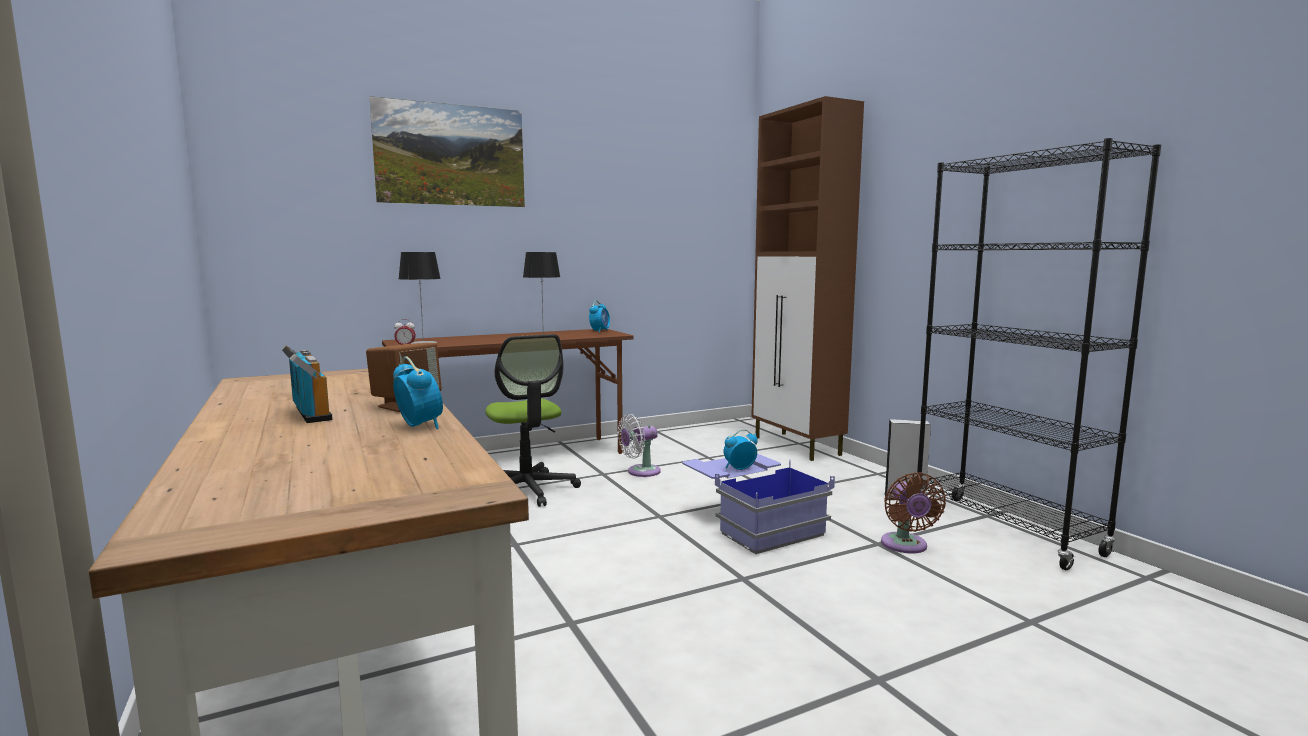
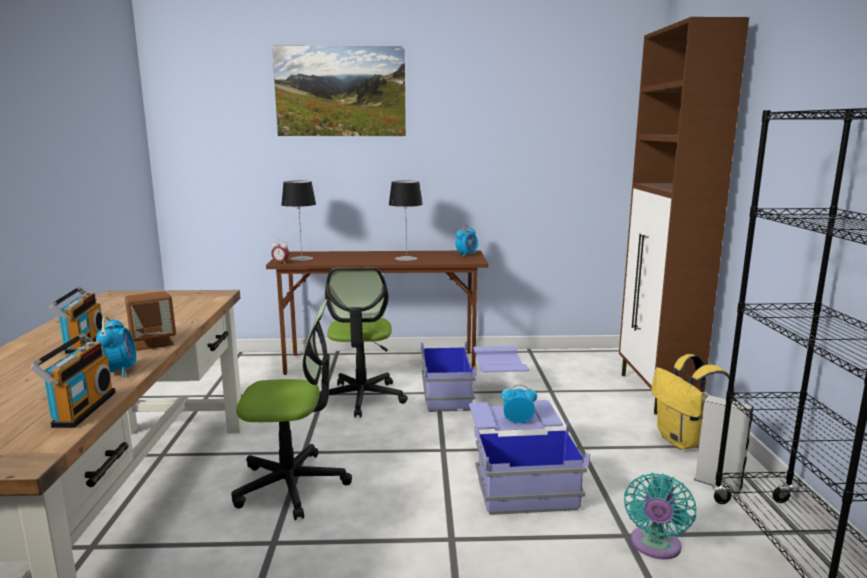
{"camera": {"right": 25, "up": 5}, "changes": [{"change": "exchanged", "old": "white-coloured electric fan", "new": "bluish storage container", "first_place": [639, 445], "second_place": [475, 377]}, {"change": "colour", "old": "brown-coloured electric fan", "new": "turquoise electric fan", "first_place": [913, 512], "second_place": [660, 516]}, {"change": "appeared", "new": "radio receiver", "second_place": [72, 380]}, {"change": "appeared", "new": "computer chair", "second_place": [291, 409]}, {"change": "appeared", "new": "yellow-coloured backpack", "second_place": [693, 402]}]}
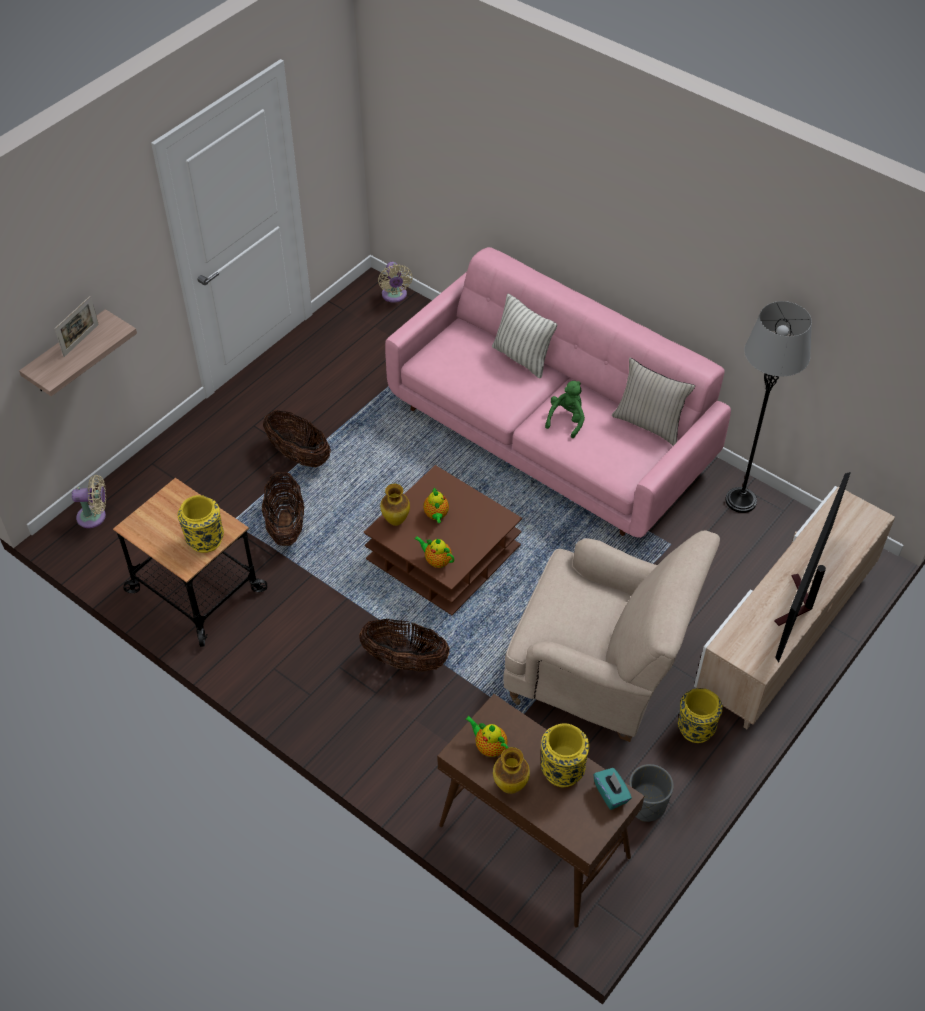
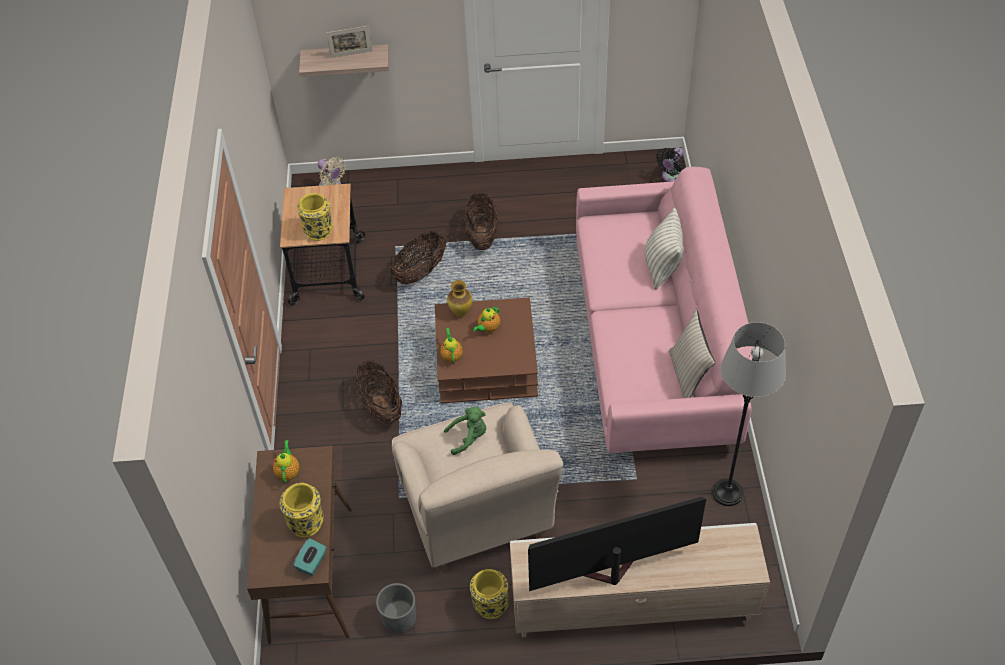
{"camera": {"right": 50, "up": 0}, "changes": [{"change": "colour", "old": "sand-coloured electric fan", "new": "black-coloured electric fan", "first_place": [395, 282], "second_place": [670, 164]}, {"change": "missing", "old": "vase", "first_place": [511, 770]}, {"change": "relocated", "old": "greenish soft toy", "first_place": [565, 409], "second_place": [465, 431]}]}
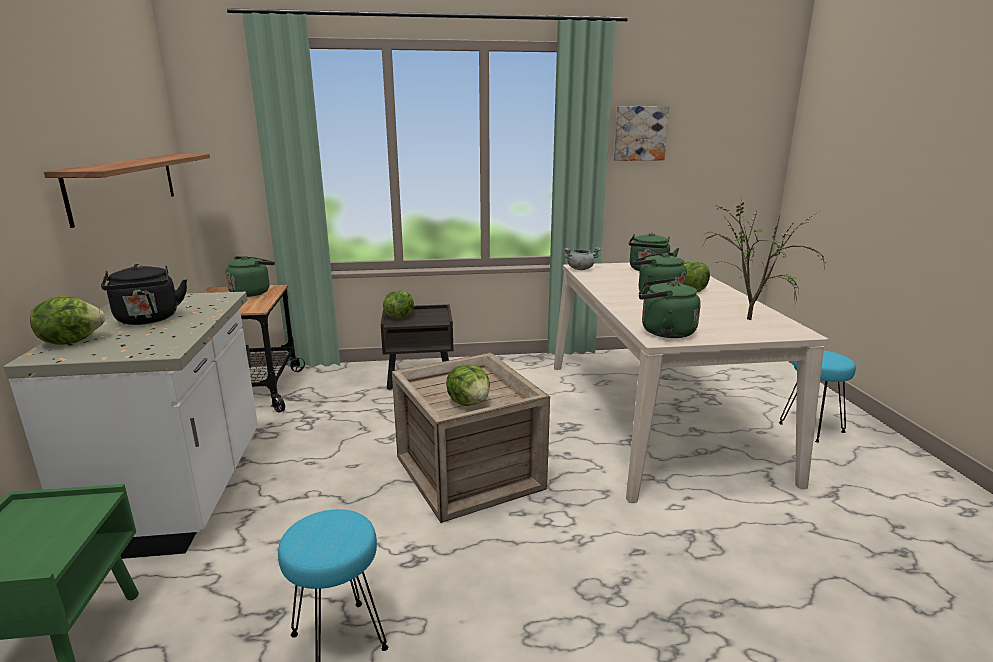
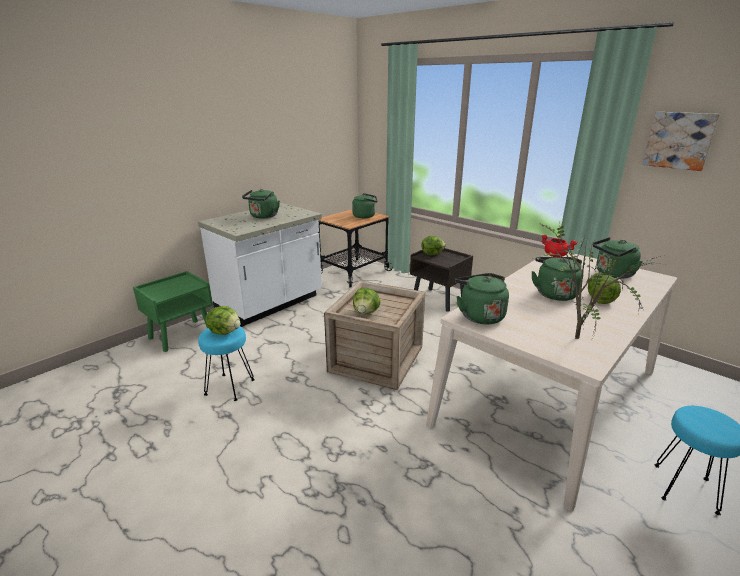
{"camera": {"right": 50, "up": 5}, "changes": [{"change": "relocated", "old": "lettuce", "first_place": [67, 320], "second_place": [223, 320]}, {"change": "missing", "old": "wall shelf", "first_place": [127, 191]}, {"change": "colour", "old": "black-coloured tea kettle", "new": "greenish tea kettle", "first_place": [144, 294], "second_place": [261, 204]}, {"change": "colour", "old": "greyish cooking pot", "new": "red-coloured cooking pot", "first_place": [582, 258], "second_place": [559, 246]}]}
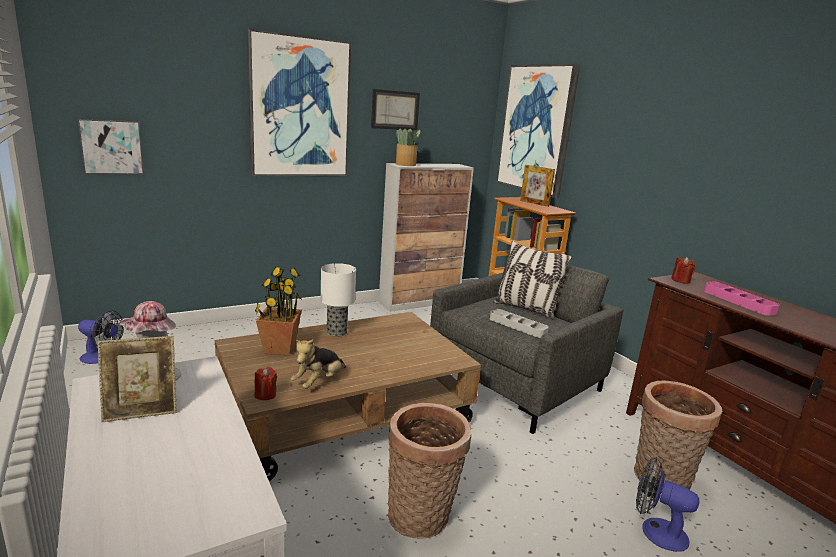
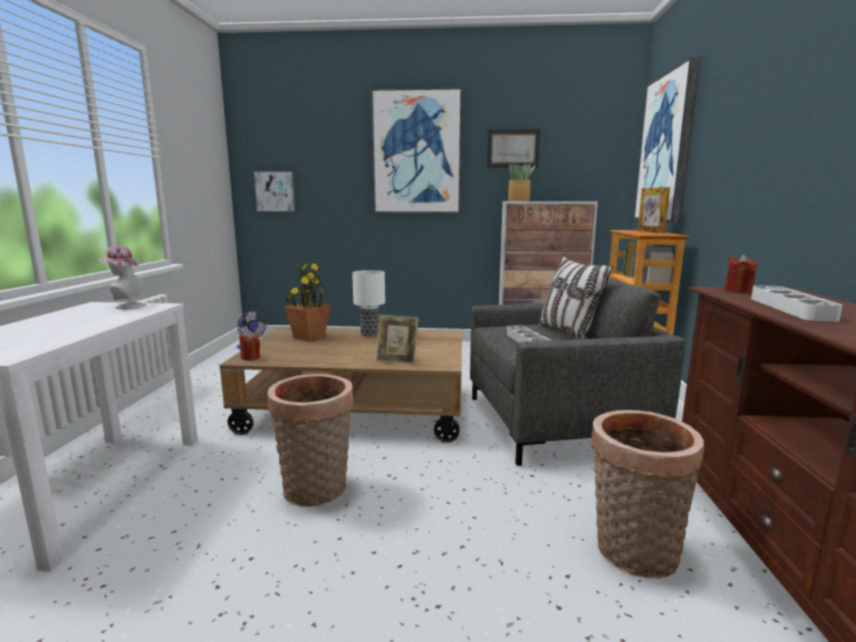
{"camera": {"right": 35, "up": -5}, "changes": [{"change": "relocated", "old": "standing frame", "first_place": [137, 379], "second_place": [397, 340]}, {"change": "missing", "old": "soft toy", "first_place": [318, 364]}, {"change": "missing", "old": "electric fan", "first_place": [667, 504]}, {"change": "colour", "old": "pink-coloured tray", "new": "white-coloured tray", "first_place": [742, 299], "second_place": [796, 303]}]}
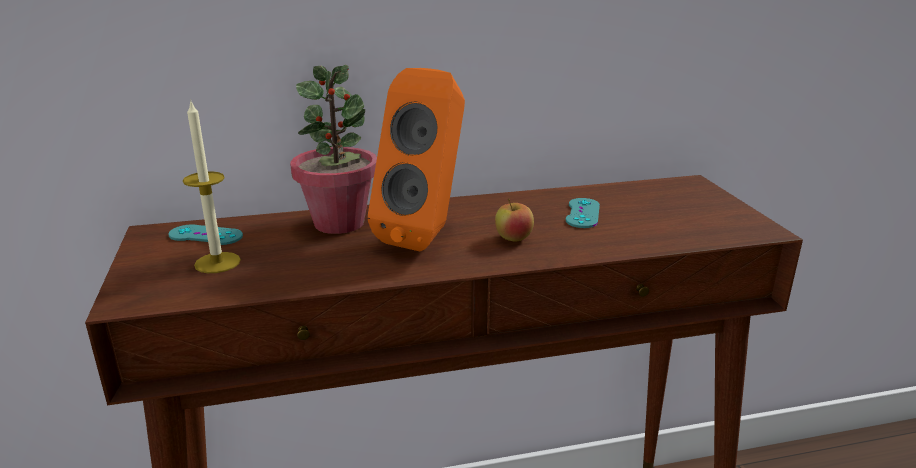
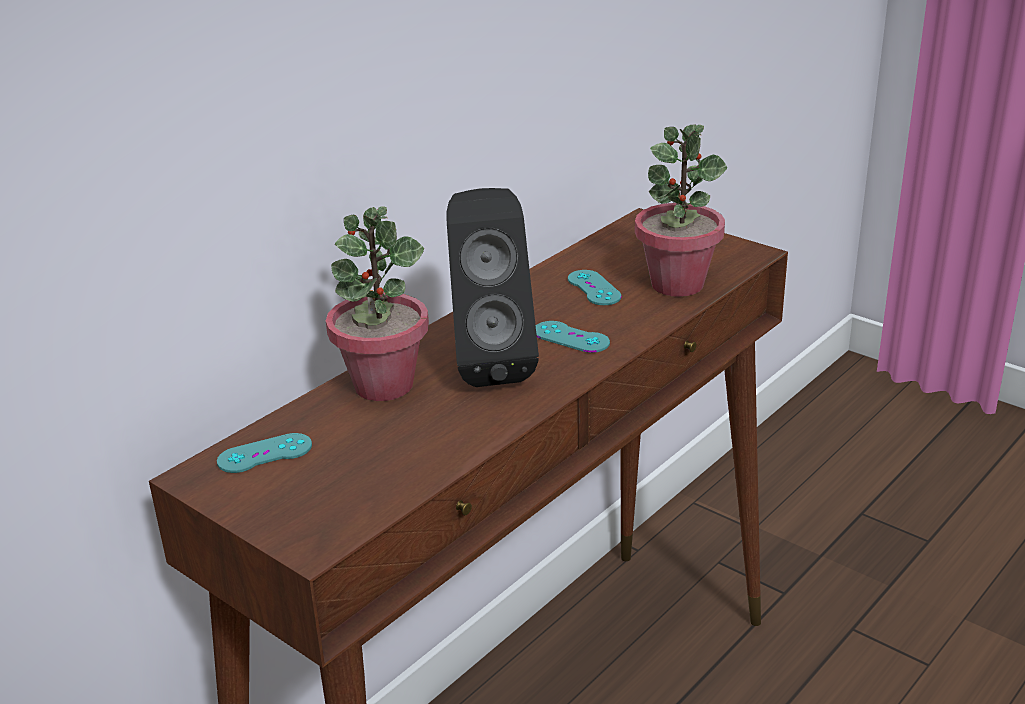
{"camera": {"right": -35, "up": 5}, "changes": [{"change": "missing", "old": "wax candle", "first_place": [212, 186]}, {"change": "colour", "old": "orange-coloured audio speaker", "new": "black-coloured audio speaker", "first_place": [416, 159], "second_place": [492, 287]}, {"change": "exchanged", "old": "apple", "new": "turquoise gamepad", "first_place": [514, 220], "second_place": [573, 337]}, {"change": "appeared", "new": "houseplant", "second_place": [681, 211]}]}
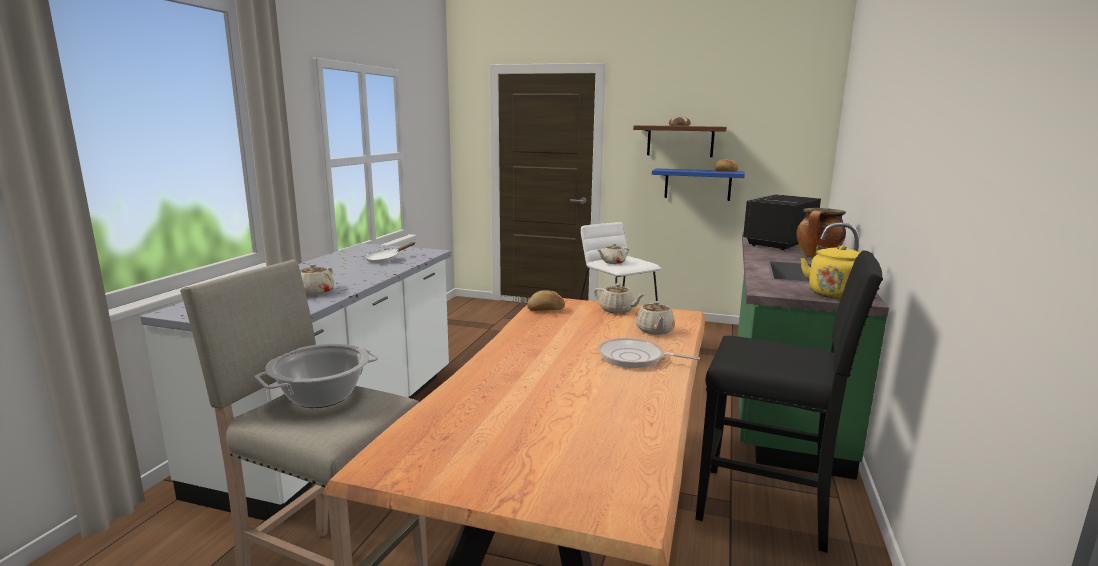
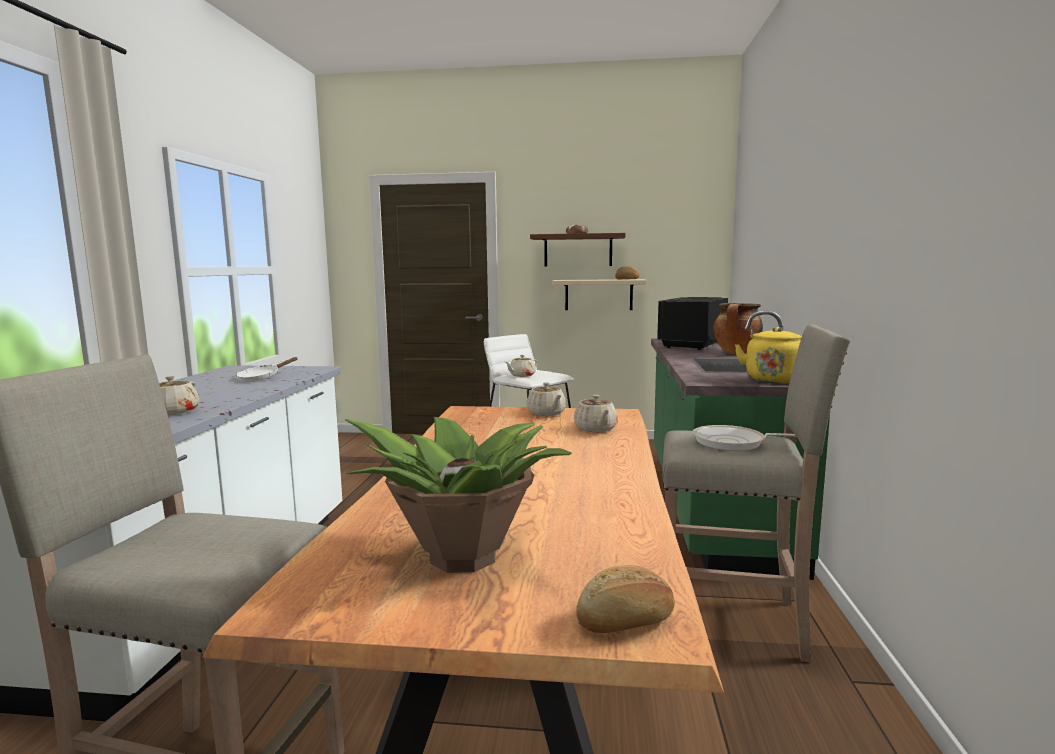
{"camera": {"right": -10, "up": -5}, "changes": [{"change": "missing", "old": "cooking pot", "first_place": [316, 376]}, {"change": "relocated", "old": "bread", "first_place": [546, 300], "second_place": [625, 599]}, {"change": "spun", "old": "sand-coloured teapot", "first_place": [620, 298], "second_place": [546, 399], "degrees": 45}, {"change": "relocated", "old": "frying pan", "first_place": [648, 353], "second_place": [744, 438]}, {"change": "colour", "old": "bluish wall shelf", "new": "sand-coloured wall shelf", "first_place": [698, 184], "second_place": [599, 294]}, {"change": "colour", "old": "black-coloured stool seat", "new": "sand-coloured stool seat", "first_place": [789, 402], "second_place": [756, 493]}, {"change": "appeared", "new": "houseplant", "second_place": [458, 495]}]}
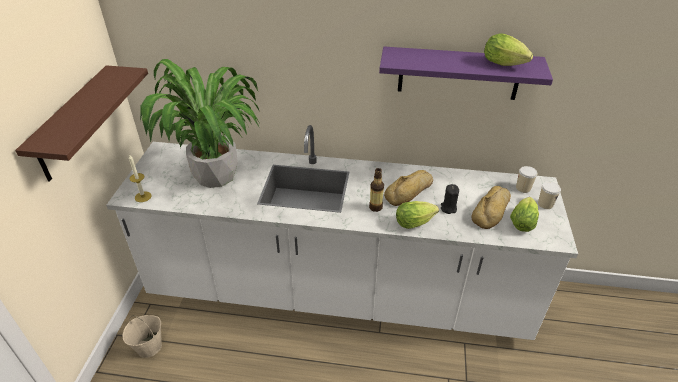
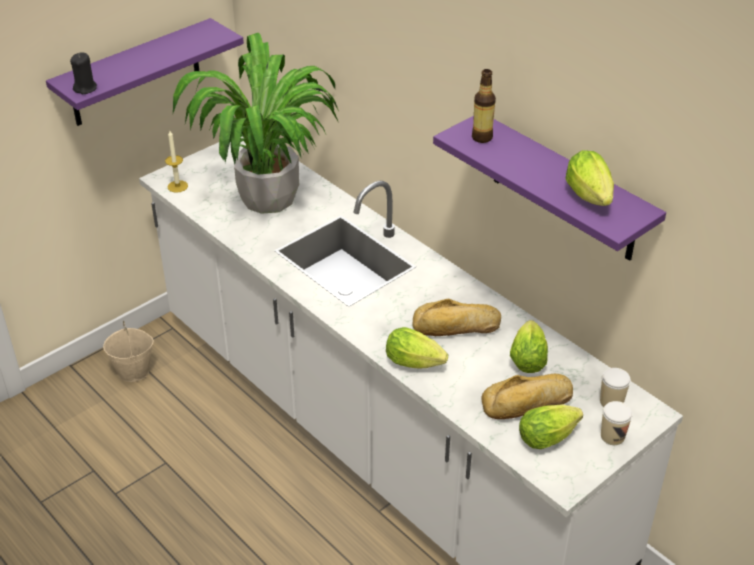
{"camera": {"right": 40, "up": 0}, "changes": [{"change": "colour", "old": "brown-coloured wall shelf", "new": "purple-coloured wall shelf", "first_place": [81, 123], "second_place": [145, 72]}, {"change": "relocated", "old": "drink bottle", "first_place": [376, 190], "second_place": [484, 106]}, {"change": "relocated", "old": "black-coloured wax candle", "first_place": [450, 199], "second_place": [83, 73]}, {"change": "appeared", "new": "lettuce", "second_place": [529, 346]}]}
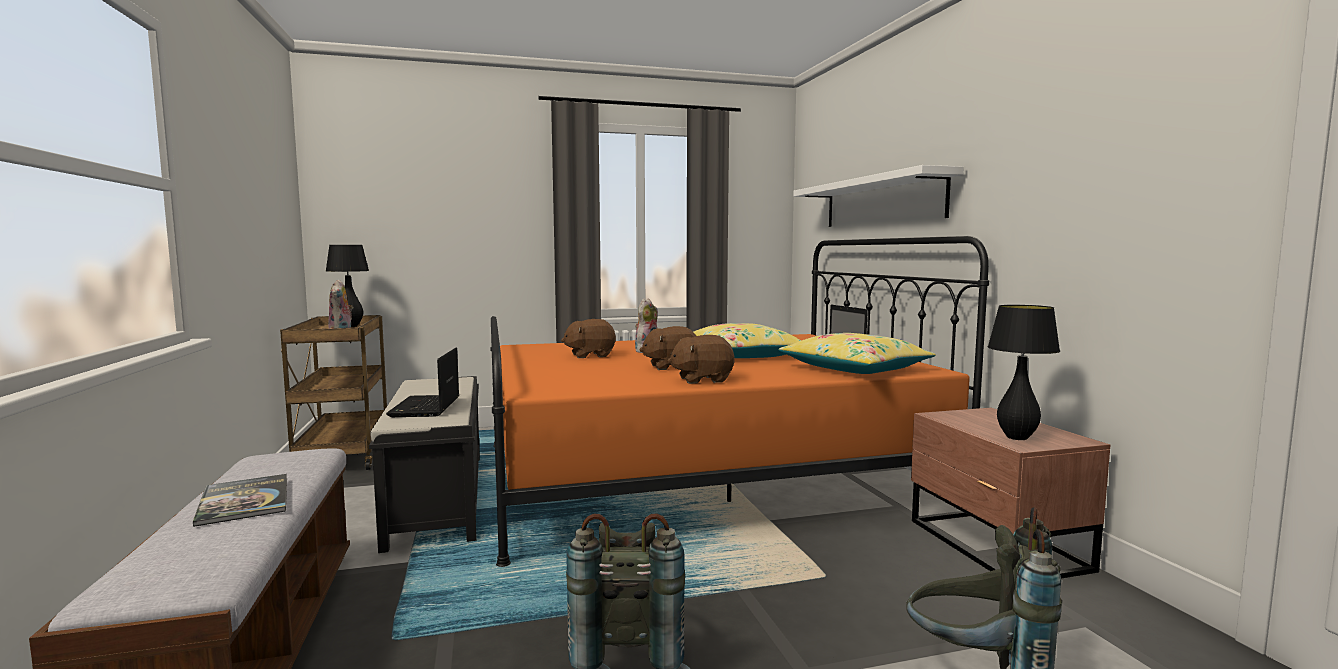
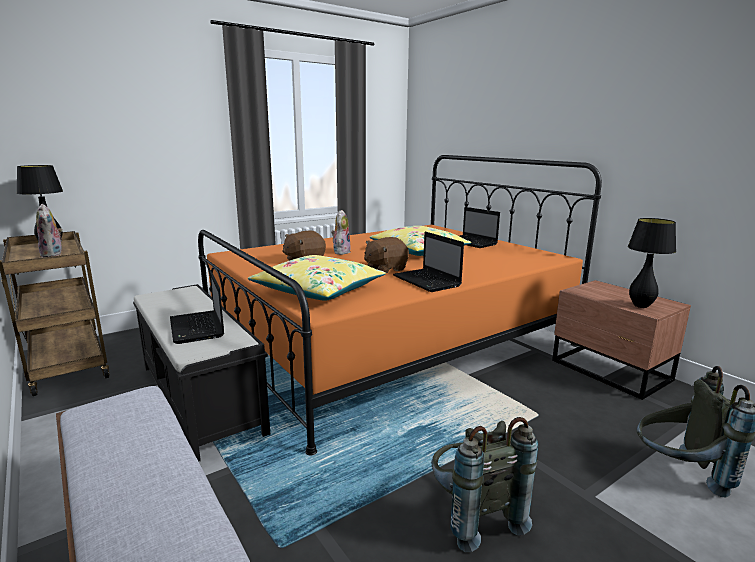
{"camera": {"right": -20, "up": 10}, "changes": [{"change": "missing", "old": "book", "first_place": [240, 500]}, {"change": "exchanged", "old": "brown-coloured soft toy", "new": "laptop", "first_place": [701, 359], "second_place": [428, 262]}, {"change": "relocated", "old": "yellow-coloured throw pillow", "first_place": [857, 353], "second_place": [317, 278]}, {"change": "missing", "old": "white-coloured wall shelf", "first_place": [878, 196]}]}
